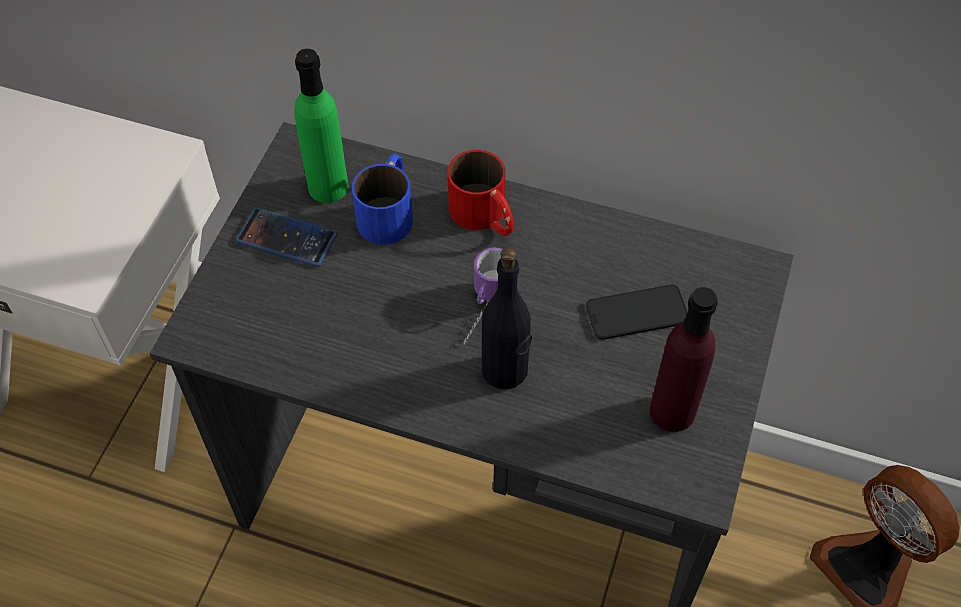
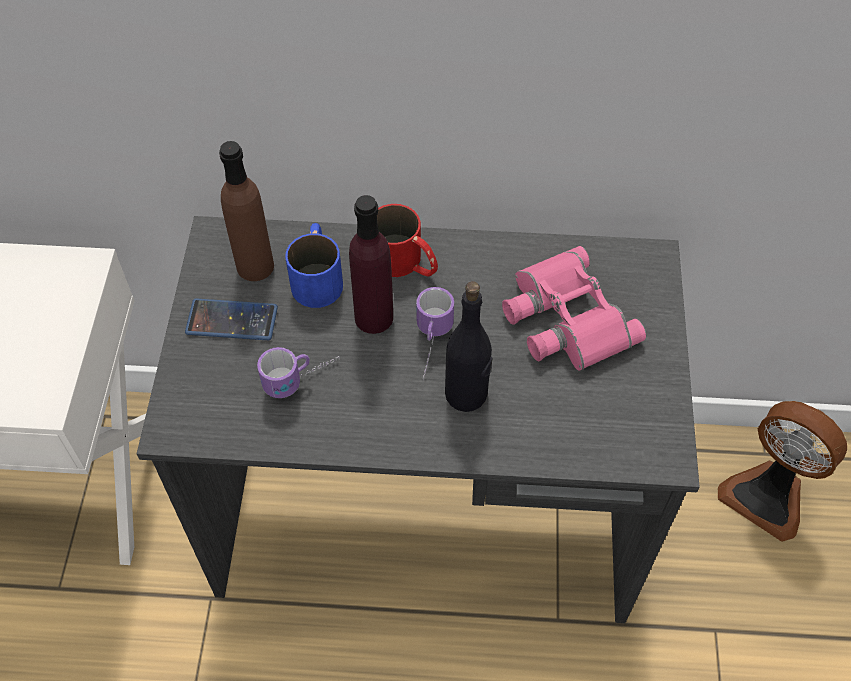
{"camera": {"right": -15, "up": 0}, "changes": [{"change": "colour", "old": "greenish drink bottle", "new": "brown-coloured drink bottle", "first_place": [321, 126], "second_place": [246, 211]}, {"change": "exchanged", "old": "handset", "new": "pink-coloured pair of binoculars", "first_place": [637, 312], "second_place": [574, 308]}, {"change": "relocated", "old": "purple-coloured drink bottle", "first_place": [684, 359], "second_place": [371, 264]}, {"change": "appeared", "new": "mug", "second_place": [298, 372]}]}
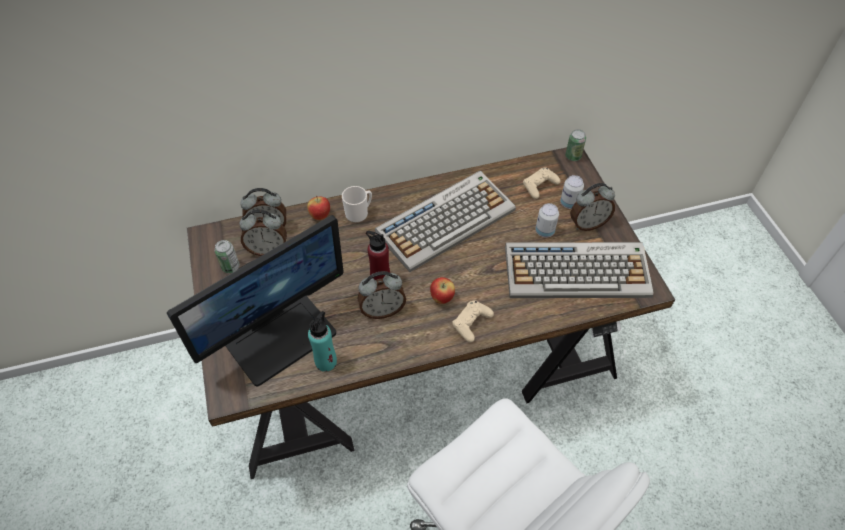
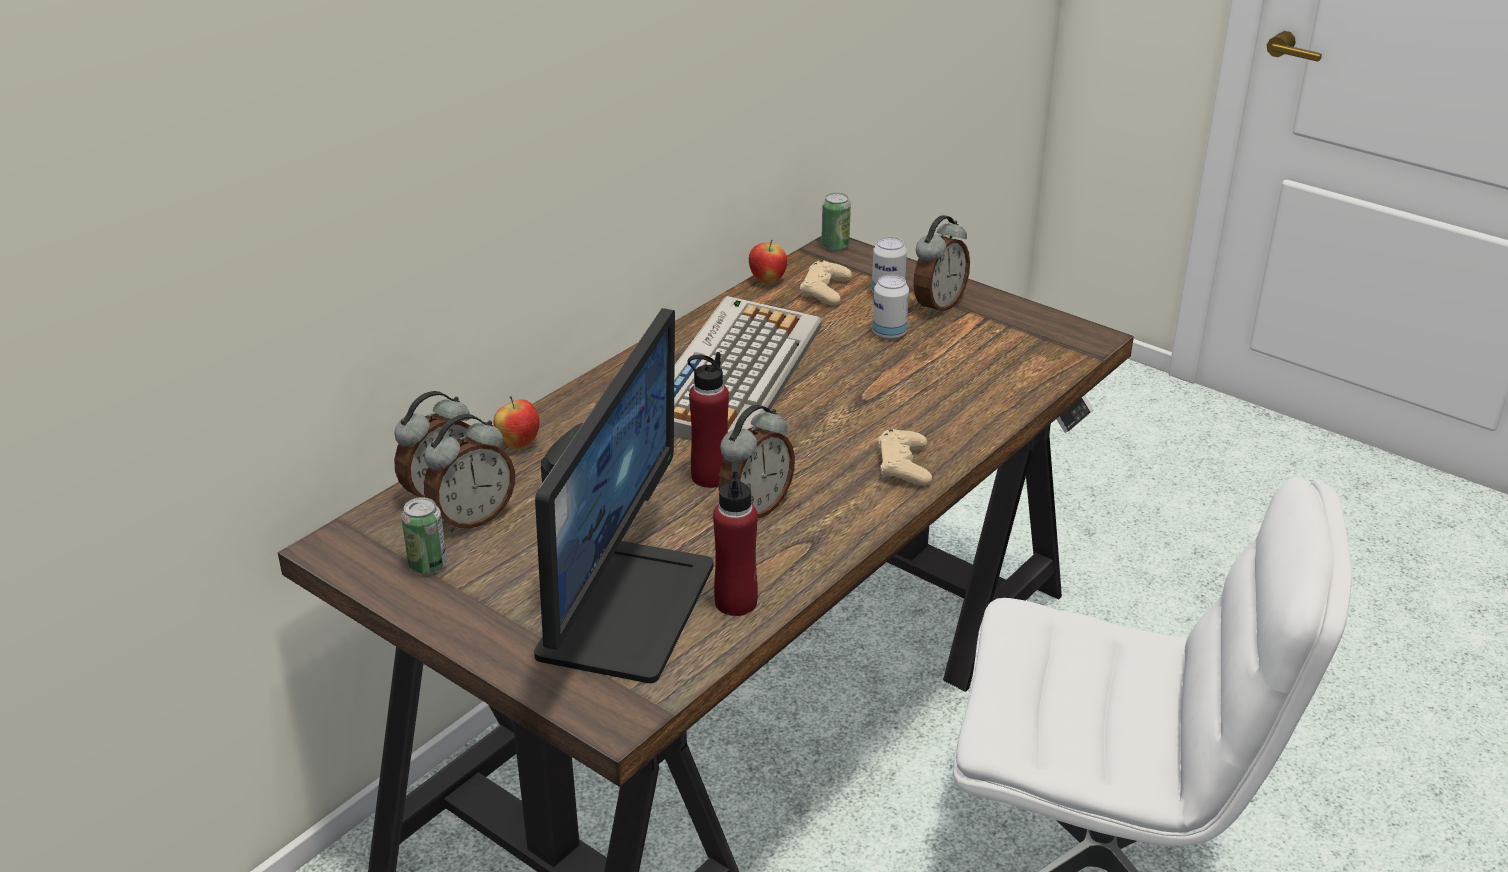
{"camera": {"right": -35, "up": -20}, "changes": [{"change": "colour", "old": "turquoise drink bottle", "new": "red-coloured drink bottle", "first_place": [322, 341], "second_place": [735, 538]}, {"change": "missing", "old": "mug", "first_place": [357, 204]}, {"change": "relocated", "old": "apple", "first_place": [442, 290], "second_place": [768, 261]}, {"change": "missing", "old": "computer keyboard", "first_place": [579, 270]}]}
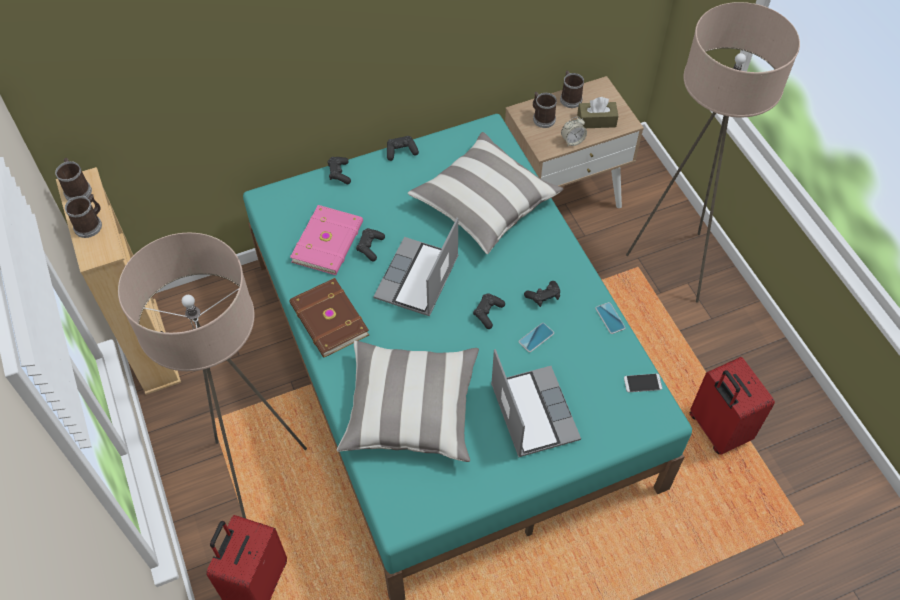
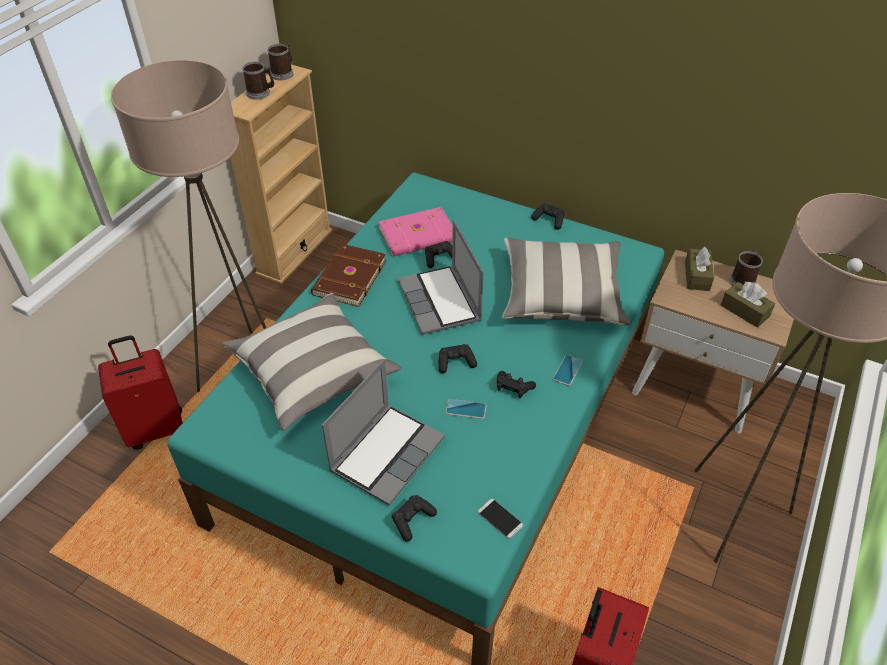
{"camera": {"right": 50, "up": -10}, "changes": [{"change": "relocated", "old": "black-coloured gamepad", "first_place": [339, 170], "second_place": [414, 518]}, {"change": "spun", "old": "laptop", "first_place": [415, 266], "second_place": [441, 277], "degrees": -90}, {"change": "exchanged", "old": "mug", "new": "brown-coloured box of tissues", "first_place": [545, 110], "second_place": [699, 269]}, {"change": "missing", "old": "alarm clock", "first_place": [574, 132]}, {"change": "relocated", "old": "handset", "first_place": [610, 318], "second_place": [568, 370]}]}
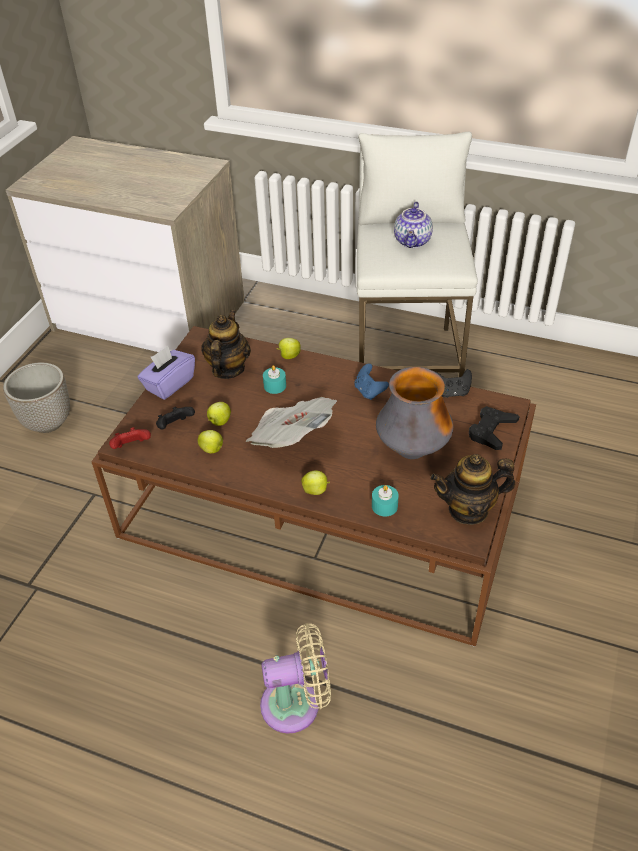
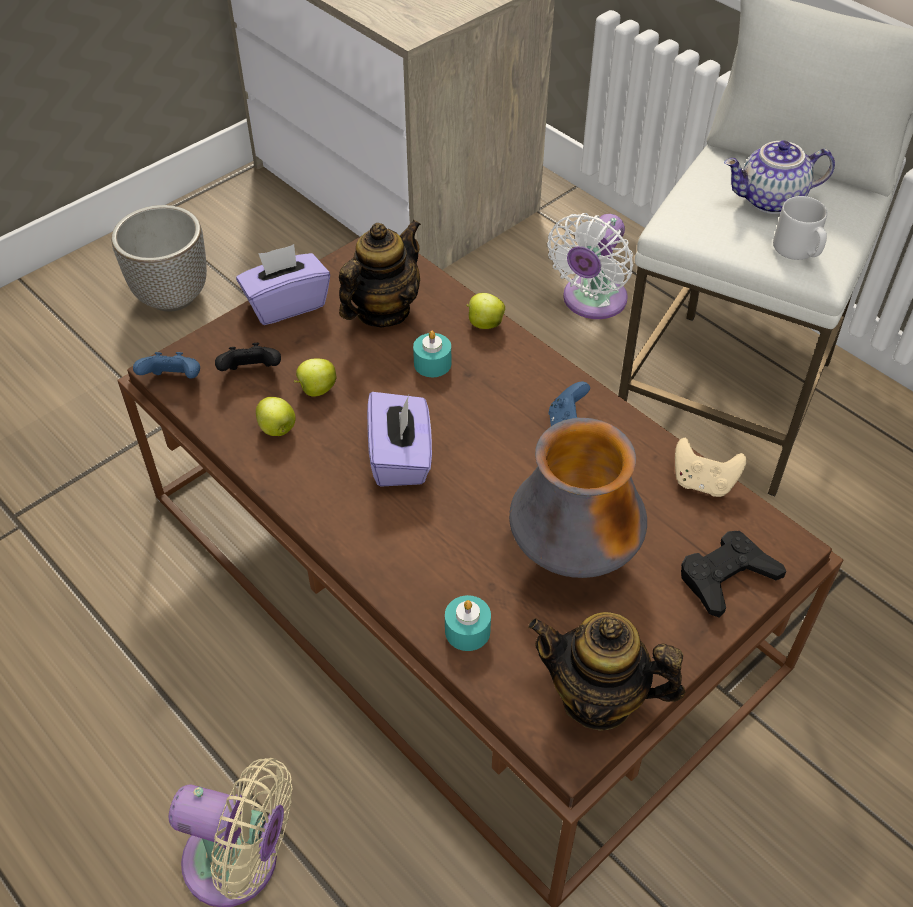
{"camera": {"right": 25, "up": 5}, "changes": [{"change": "colour", "old": "red-coloured gamepad", "new": "bluish gamepad", "first_place": [130, 438], "second_place": [166, 365]}, {"change": "exchanged", "old": "newspaper", "new": "purple-coloured box of tissues", "first_place": [291, 422], "second_place": [399, 439]}, {"change": "missing", "old": "apple", "first_place": [315, 482]}, {"change": "spun", "old": "teapot", "first_place": [413, 225], "second_place": [779, 177], "degrees": 45}, {"change": "colour", "old": "black-coloured gamepad", "new": "sand-coloured gamepad", "first_place": [454, 383], "second_place": [711, 467]}, {"change": "appeared", "new": "white-coloured electric fan", "second_place": [590, 266]}, {"change": "appeared", "new": "greyish mug", "second_place": [800, 228]}]}
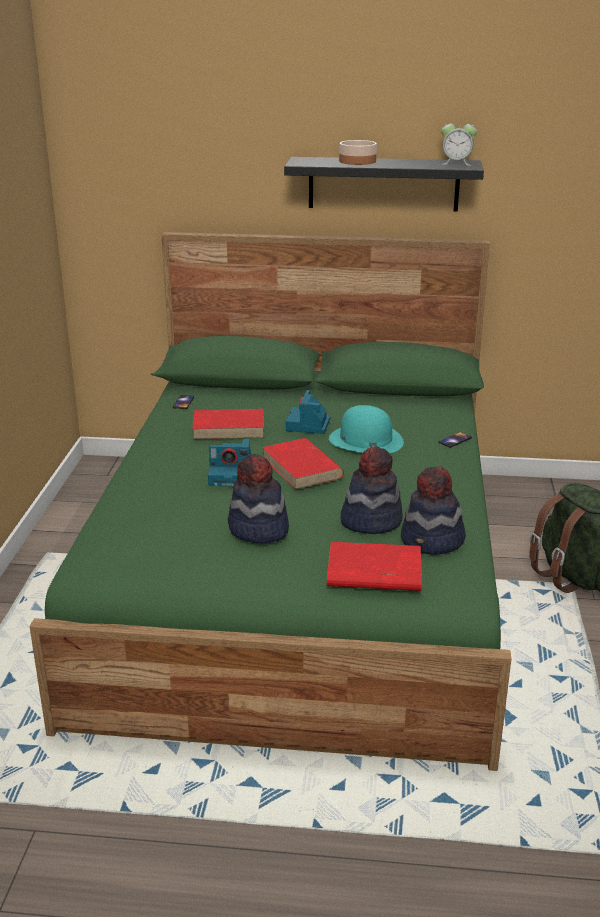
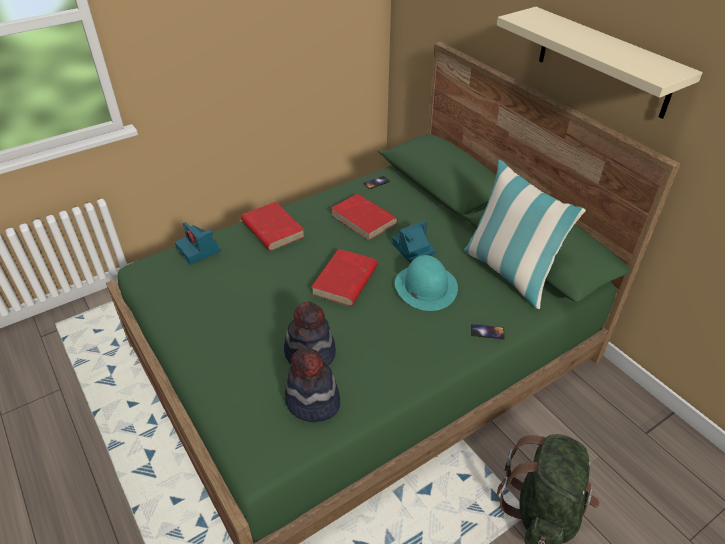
{"camera": {"right": 50, "up": 15}, "changes": [{"change": "relocated", "old": "photo camera", "first_place": [229, 462], "second_place": [198, 243]}, {"change": "missing", "old": "clothing hat", "first_place": [258, 498]}, {"change": "colour", "old": "black-coloured wall shelf", "new": "sand-coloured wall shelf", "first_place": [384, 184], "second_place": [600, 63]}, {"change": "relocated", "old": "red-coloured book", "first_place": [374, 566], "second_place": [273, 226]}, {"change": "missing", "old": "serving bowl", "first_place": [358, 152]}, {"change": "missing", "old": "alarm clock", "first_place": [459, 142]}, {"change": "appeared", "new": "throw pillow", "second_place": [525, 234]}]}
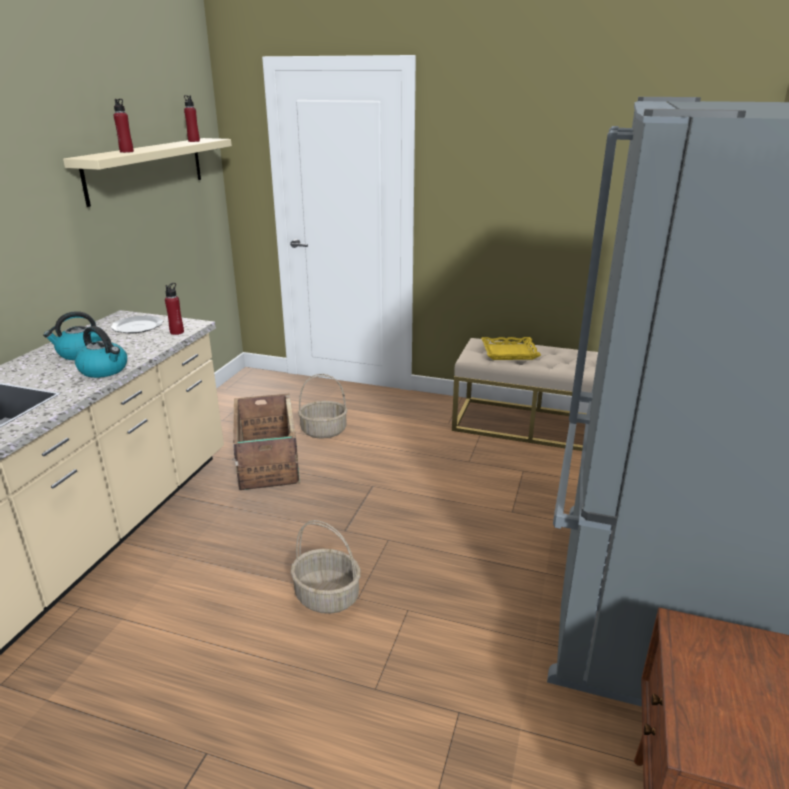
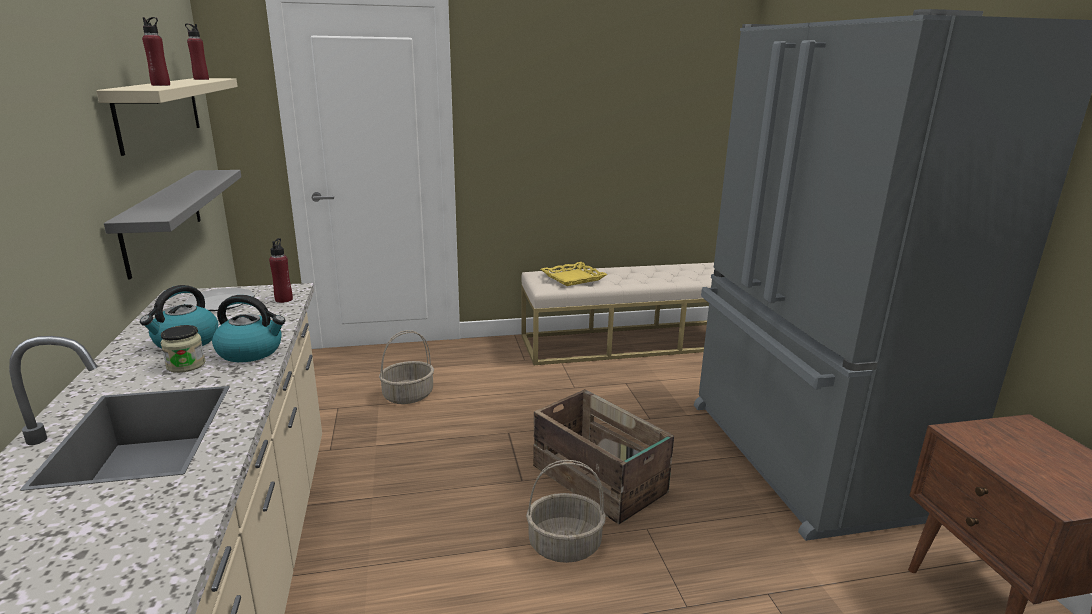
{"camera": {"right": -30, "up": -5}, "changes": [{"change": "relocated", "old": "packing crate", "first_place": [266, 442], "second_place": [603, 456]}, {"change": "appeared", "new": "greyish wall shelf", "second_place": [172, 225]}, {"change": "appeared", "new": "storage jar", "second_place": [183, 349]}]}
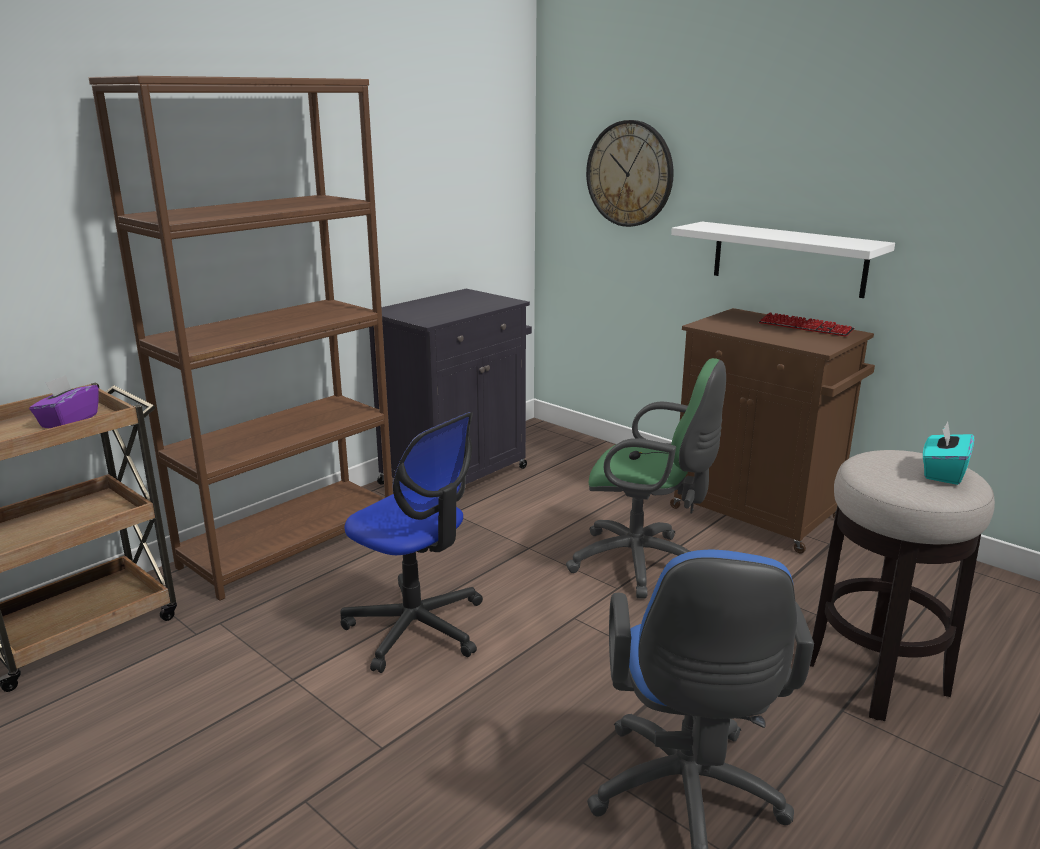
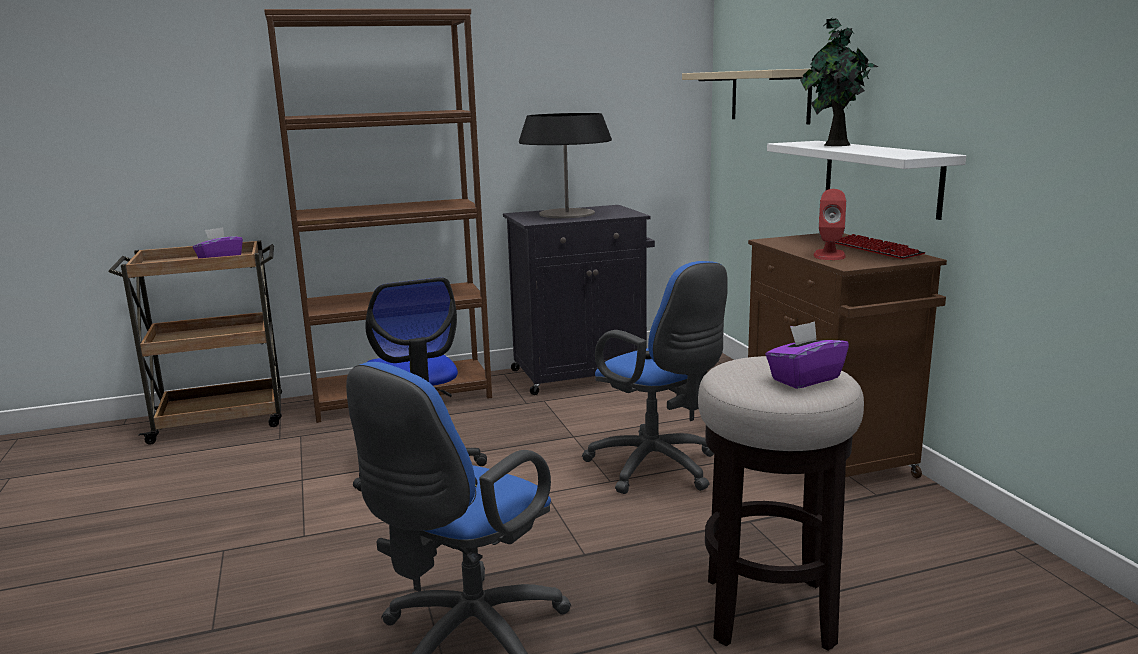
{"camera": {"right": 30, "up": -5}, "changes": [{"change": "colour", "old": "greenish computer chair", "new": "bluish computer chair", "first_place": [646, 478], "second_place": [655, 377]}, {"change": "exchanged", "old": "clock on the wall", "new": "sand-coloured wall shelf", "first_place": [630, 173], "second_place": [750, 96]}, {"change": "colour", "old": "turquoise box of tissues", "new": "purple-coloured box of tissues", "first_place": [948, 453], "second_place": [807, 355]}, {"change": "appeared", "new": "tabletop lamp", "second_place": [565, 165]}, {"change": "appeared", "new": "houseplant", "second_place": [839, 82]}, {"change": "appeared", "new": "red-coloured audio speaker", "second_place": [830, 224]}]}
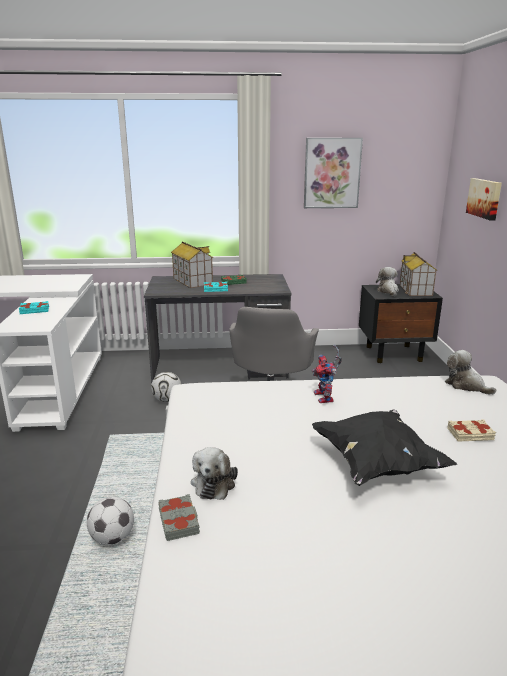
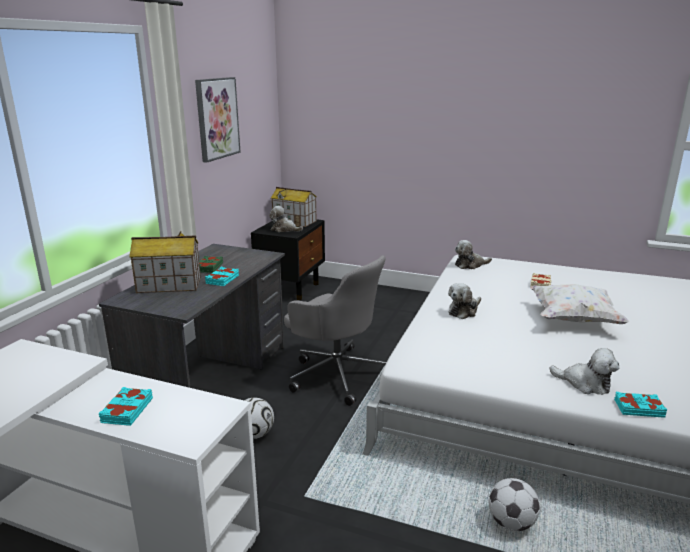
{"camera": {"right": -65, "up": 0}, "changes": [{"change": "colour", "old": "greyish book", "new": "turquoise book", "first_place": [179, 517], "second_place": [640, 405]}, {"change": "exchanged", "old": "robot figure", "new": "soft toy", "first_place": [326, 374], "second_place": [464, 301]}, {"change": "colour", "old": "black-coloured throw pillow", "new": "white-coloured throw pillow", "first_place": [384, 447], "second_place": [579, 304]}, {"change": "missing", "old": "wall picture", "first_place": [484, 199]}]}
